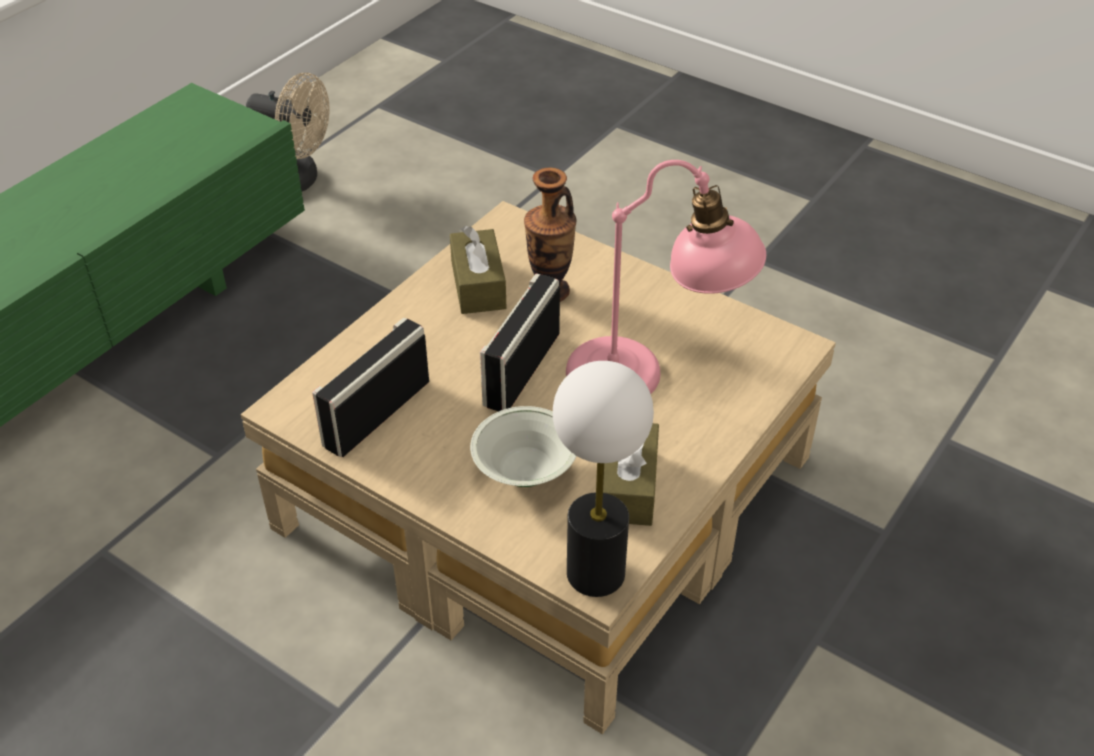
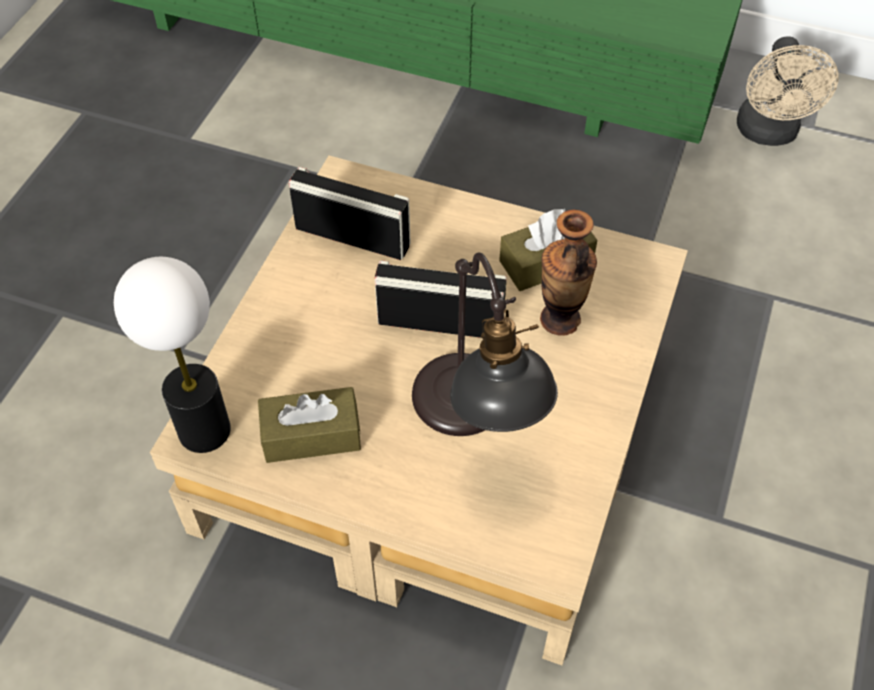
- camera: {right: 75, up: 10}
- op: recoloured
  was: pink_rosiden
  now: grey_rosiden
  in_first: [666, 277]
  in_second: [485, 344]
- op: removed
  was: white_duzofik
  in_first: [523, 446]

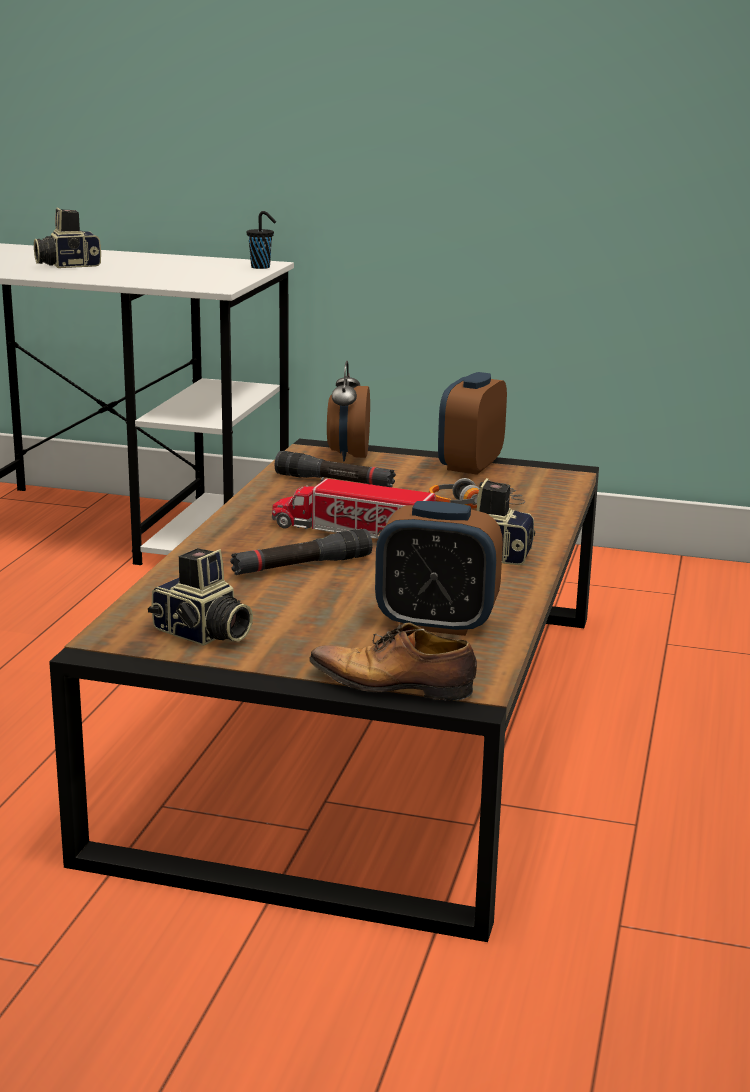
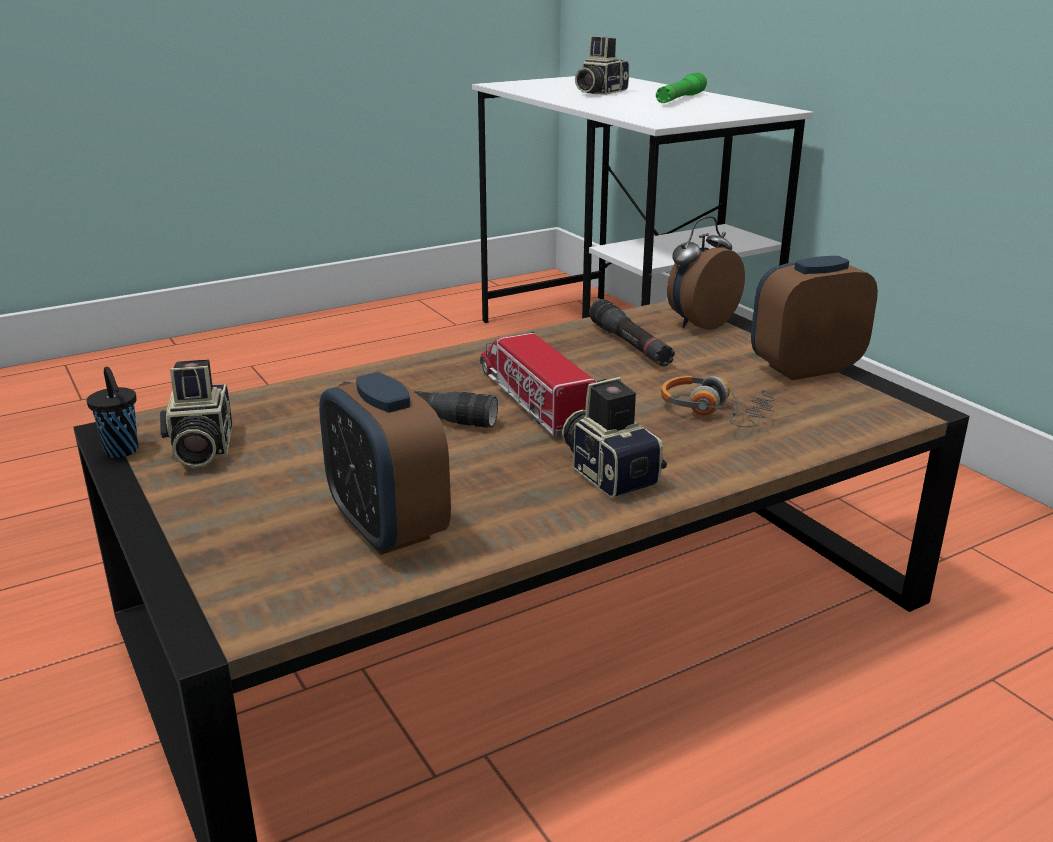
- camera: {right: 45, up: 5}
- op: moved
  was: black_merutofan
  in_first: [261, 240]
  in_second: [112, 412]
- op: turned
  was: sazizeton
  in_first: [67, 238]
  in_second: [602, 65]
  clockwise: -75
- op: added
  now: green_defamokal
  in_second: [681, 87]
- op: removed
  was: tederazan
  in_first: [393, 661]

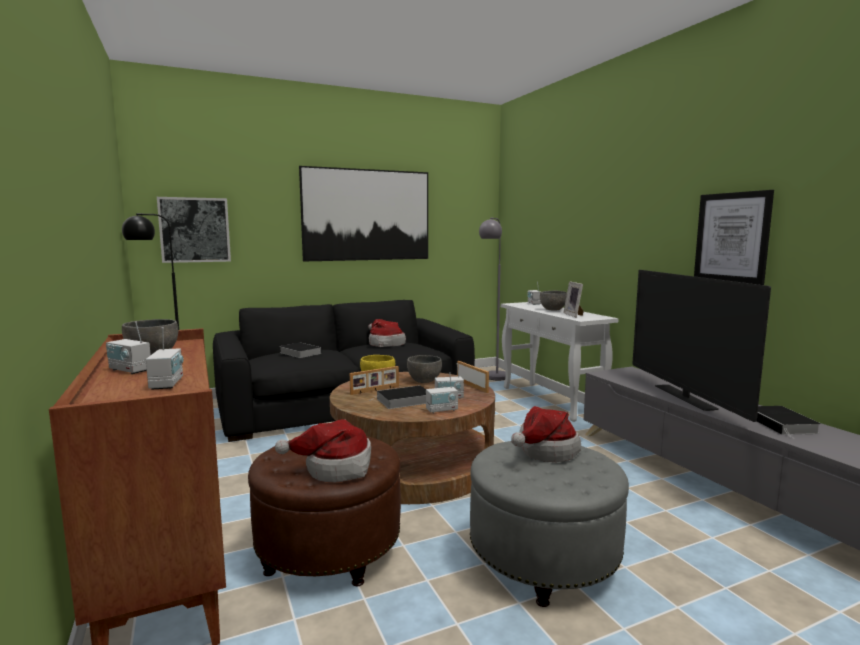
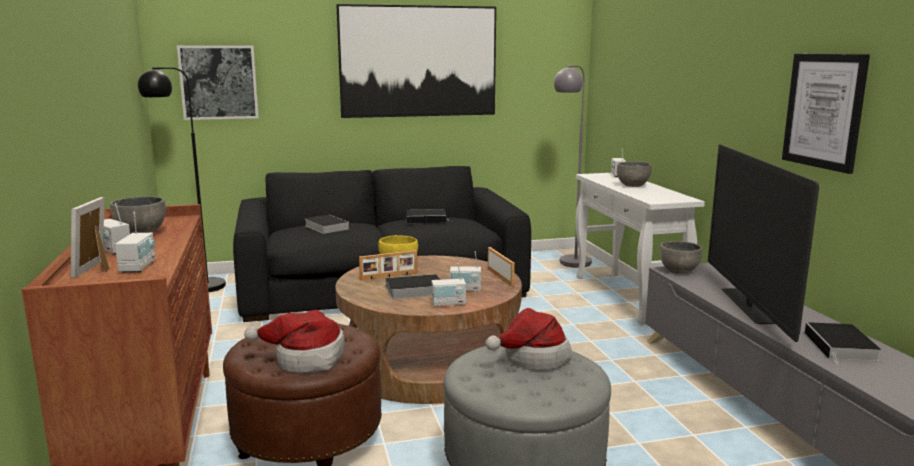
- camera: {right: 10, up: 5}
- op: moved
  was: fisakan
  in_first: [573, 299]
  in_second: [90, 237]
- op: replaced
  was: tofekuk
  now: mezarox
  in_first: [387, 333]
  in_second: [430, 216]
- op: moved
  was: grey_duzofik
  in_first: [424, 369]
  in_second: [681, 257]

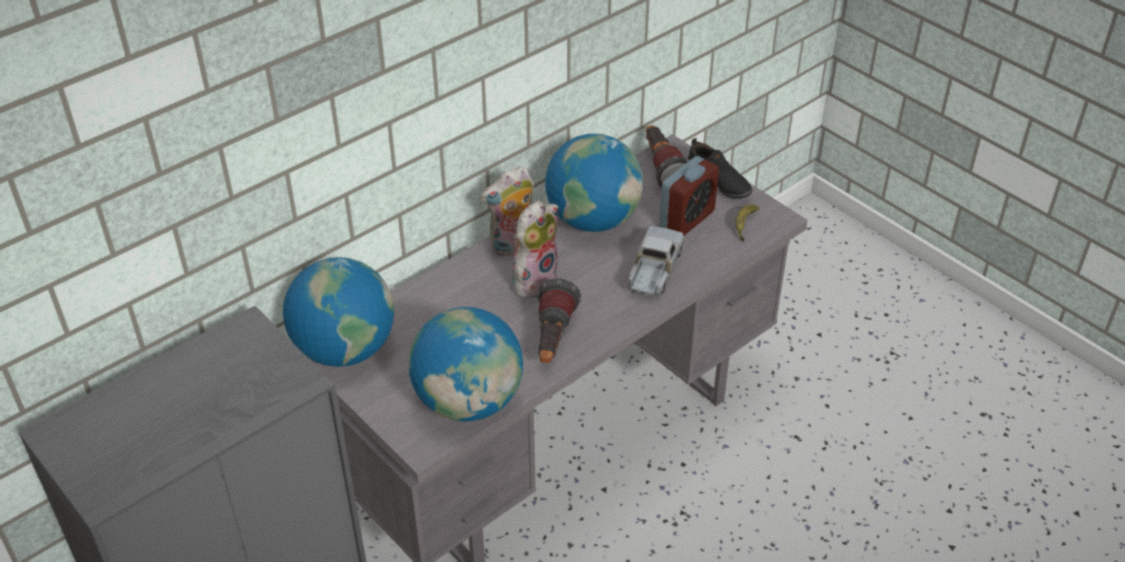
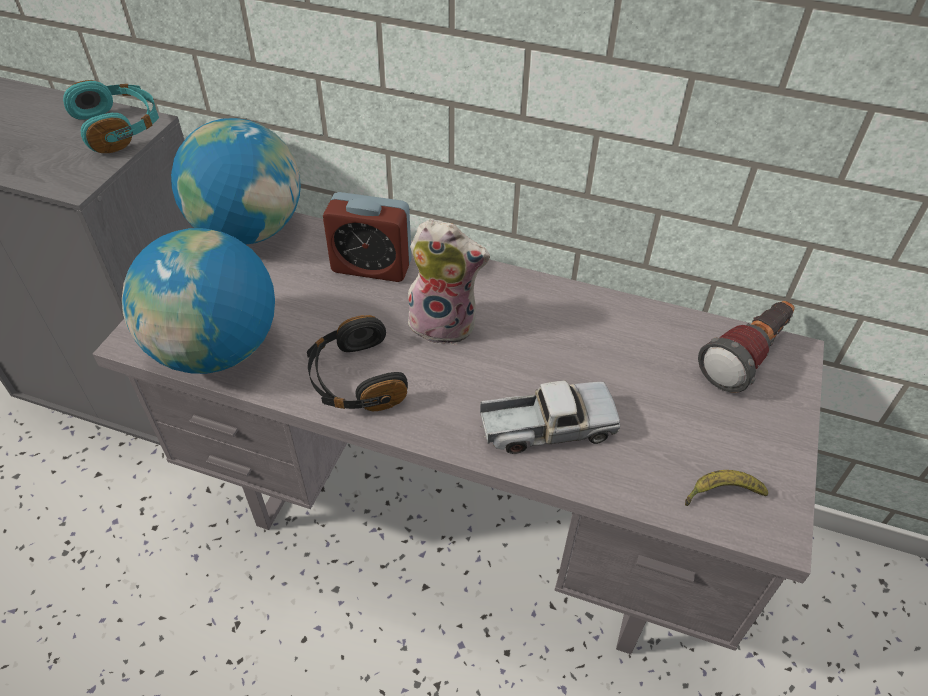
- camera: {right: 60, up: 5}
- op: added
  now: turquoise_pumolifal
  in_second: [111, 116]
- op: replaced
  was: defamokal
  now: black_pumolifal
  in_first: [559, 320]
  in_second: [357, 363]
- op: moved
  was: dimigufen
  in_first: [689, 196]
  in_second: [367, 237]
- op: removed
  was: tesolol
  in_first: [507, 212]
- op: removed
  was: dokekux
  in_first: [594, 183]
- op: removed
  was: black_tederazan
  in_first: [720, 168]

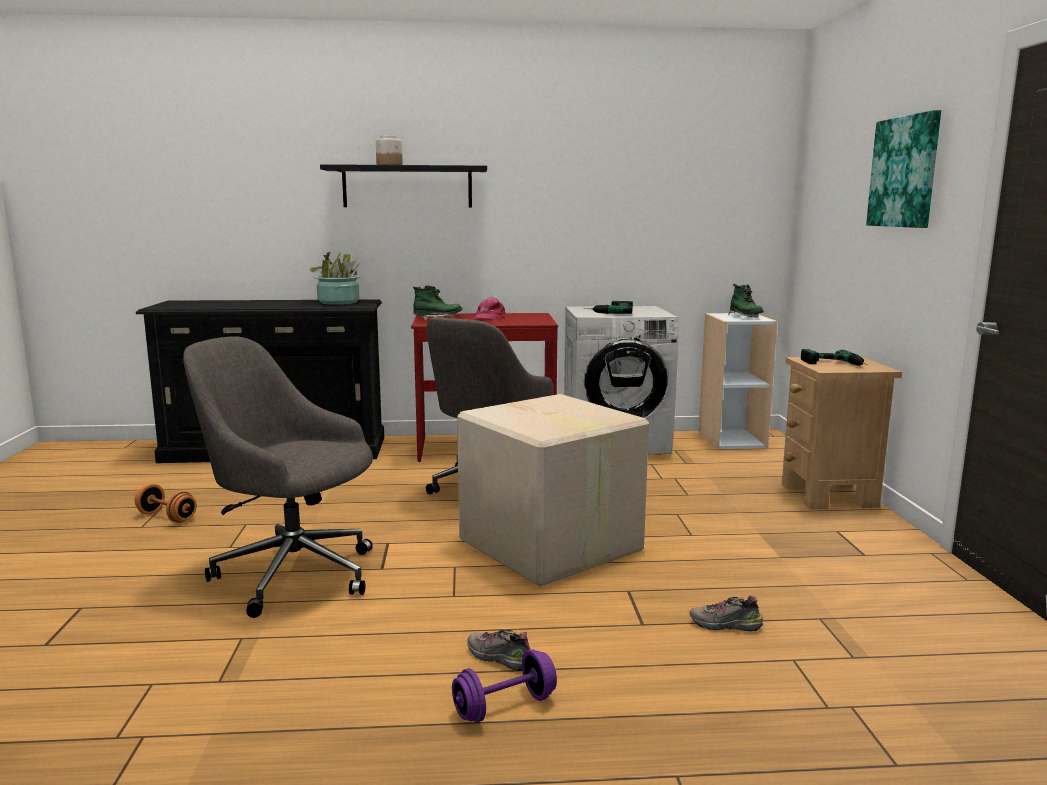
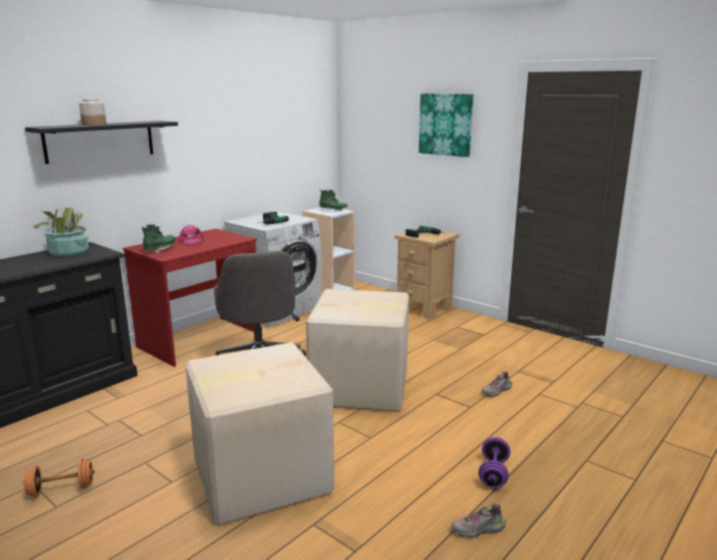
- camera: {right: -45, up: 5}
- op: replaced
  was: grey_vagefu
  now: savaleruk
  in_first: [278, 477]
  in_second: [259, 433]
- op: moved
  was: tederazan
  in_first: [498, 650]
  in_second: [479, 520]

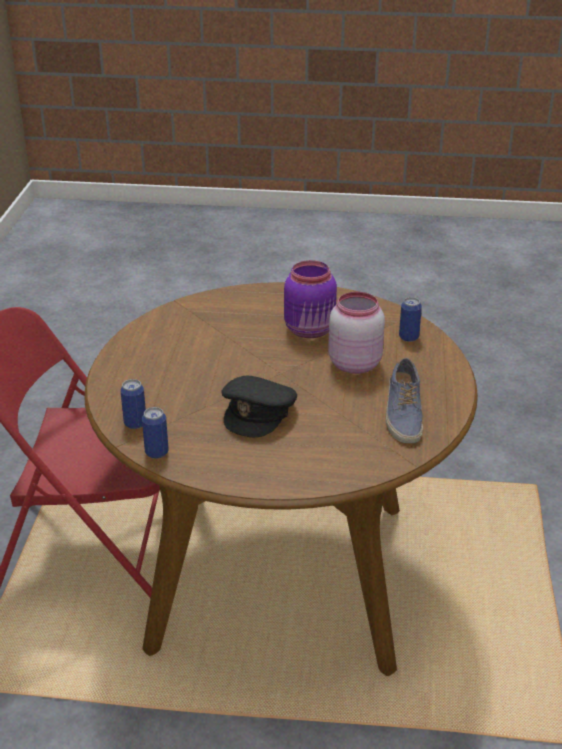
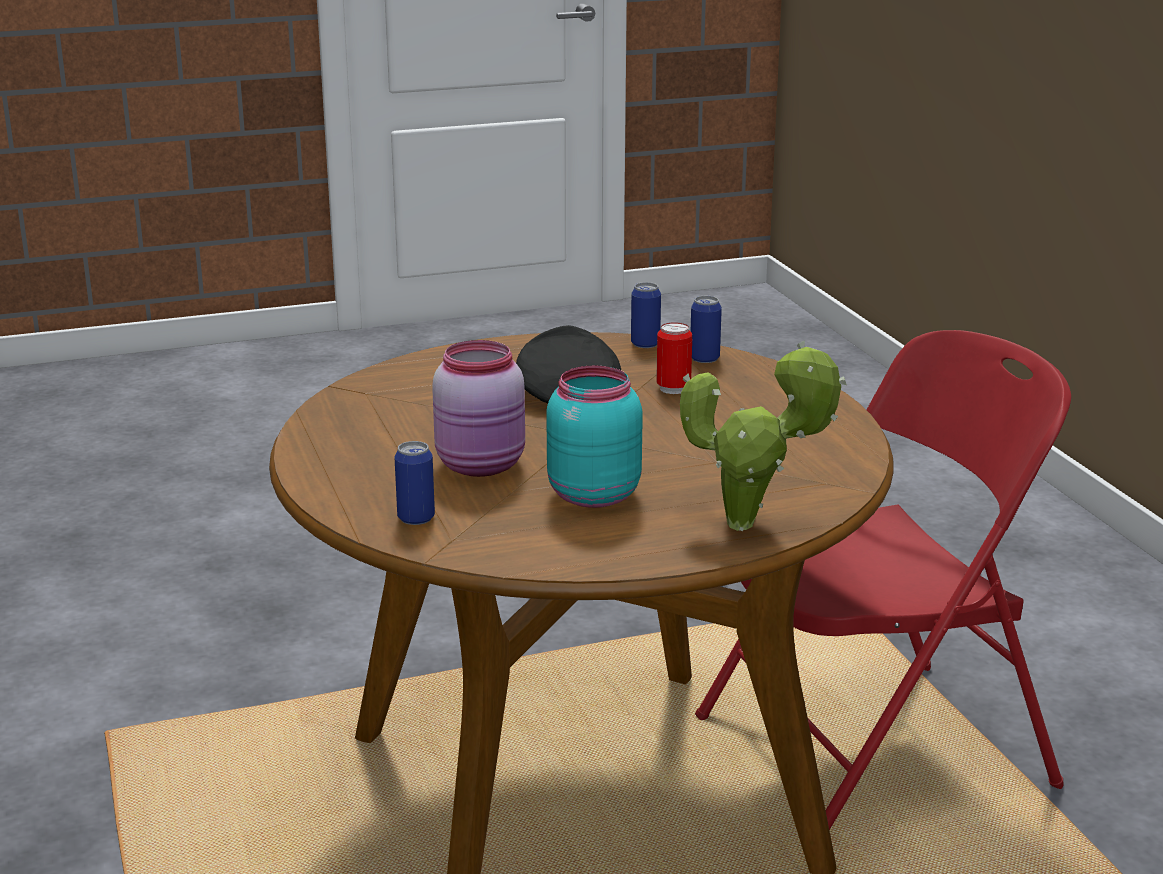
- camera: {right: 155, up: -10}
- op: recoloured
  was: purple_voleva
  now: turquoise_voleva
  in_first: [310, 299]
  in_second: [594, 437]
- op: added
  now: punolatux
  in_second: [674, 358]
- op: added
  now: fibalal
  in_second: [763, 436]
- op: removed
  was: tederazan
  in_first: [404, 400]

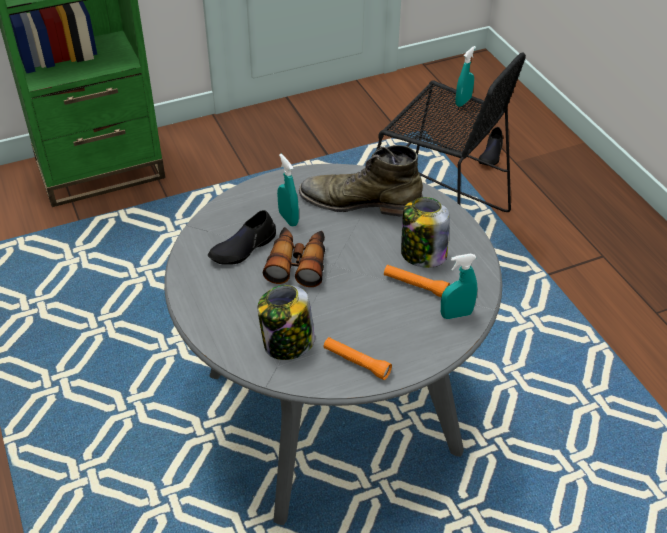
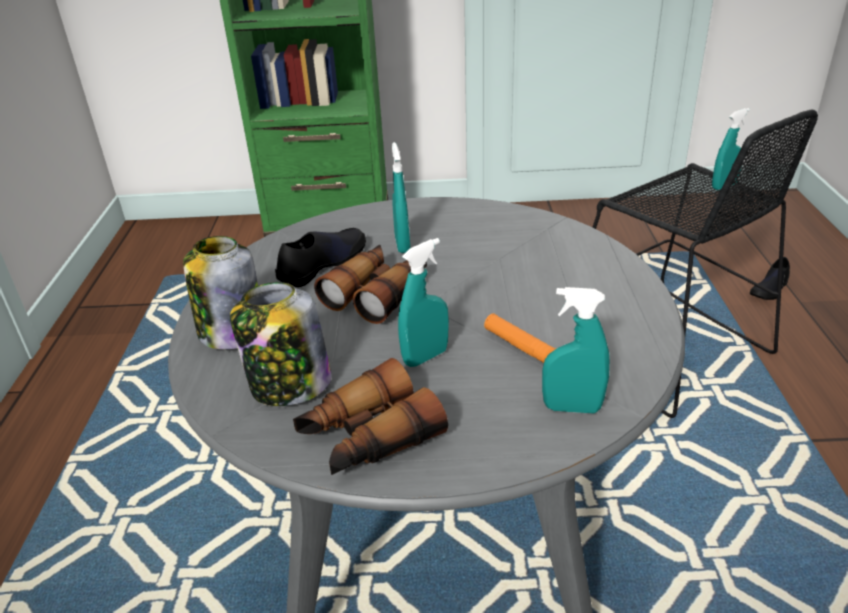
- camera: {right: 25, up: -10}
- op: moved
  was: voleva
  in_first: [425, 232]
  in_second: [220, 293]
- op: turned
  was: black_tederazan
  in_first: [242, 237]
  in_second: [320, 257]
  clockwise: 150
- op: replaced
  was: orange_defamokal
  now: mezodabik
  in_first: [358, 358]
  in_second: [370, 416]
- op: added
  now: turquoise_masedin
  in_second: [423, 302]
- op: removed
  was: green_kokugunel
  in_first: [361, 181]

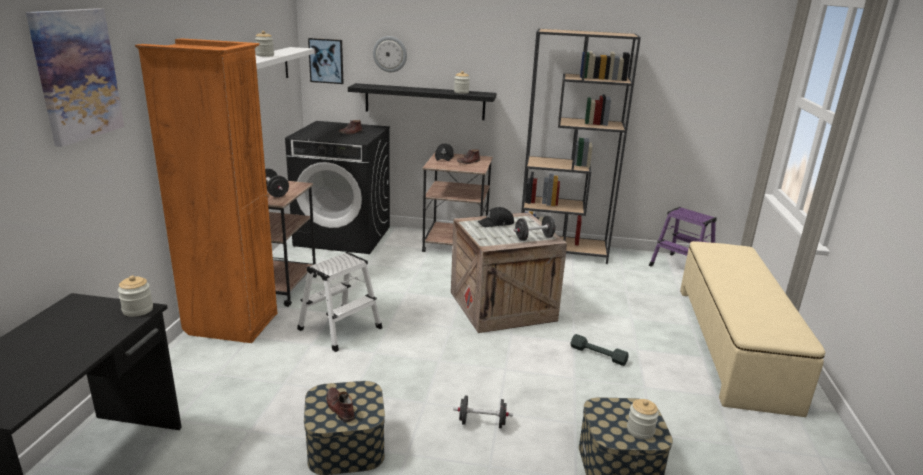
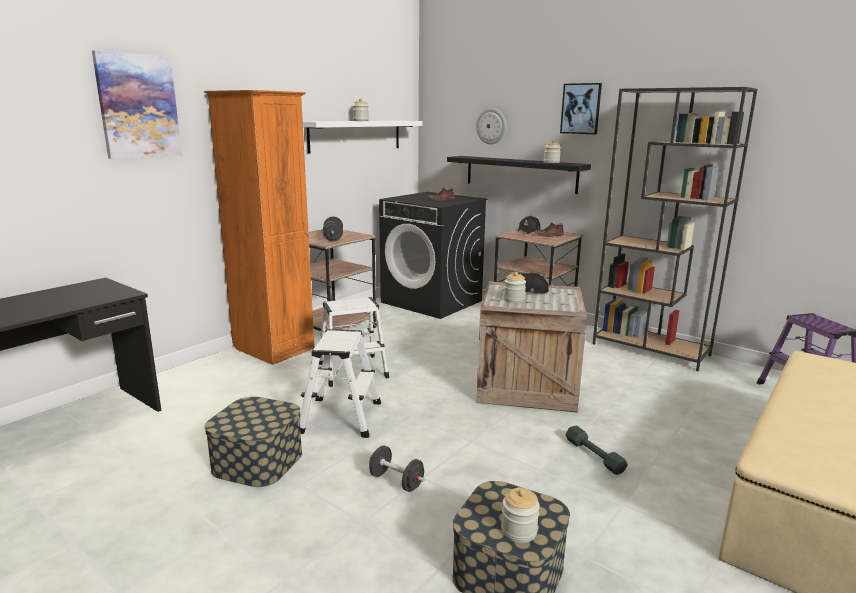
- camera: {right: 30, up: -5}
- op: added
  now: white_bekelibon
  in_second: [340, 383]
- op: moved
  was: voleva
  in_first: [135, 296]
  in_second: [515, 287]
- op: moved
  was: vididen
  in_first: [326, 61]
  in_second: [581, 108]
- op: removed
  was: brown_tederazan
  in_first: [341, 404]
- op: removed
  was: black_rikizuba
  in_first: [535, 228]

